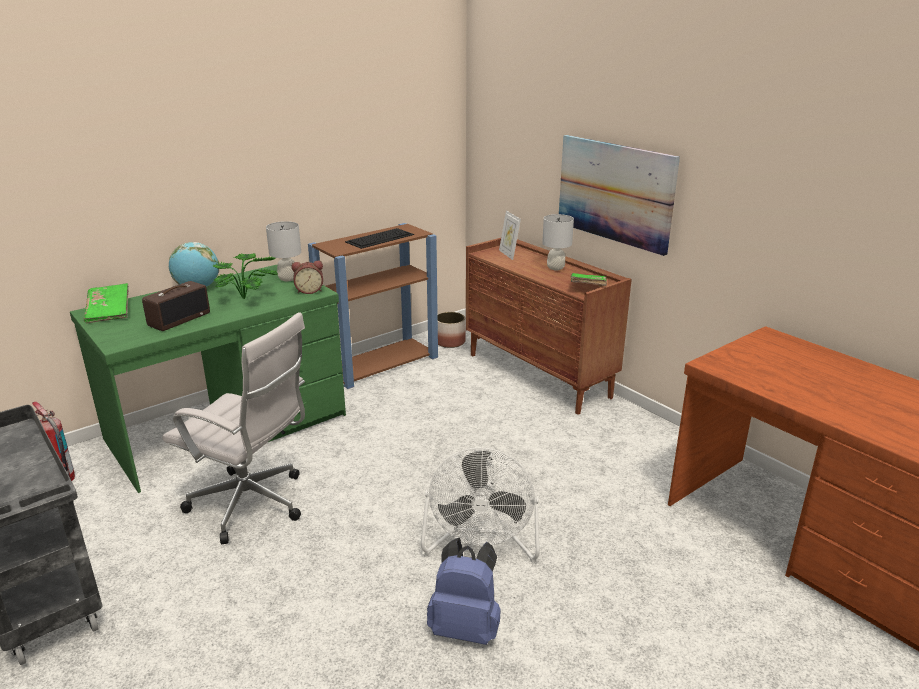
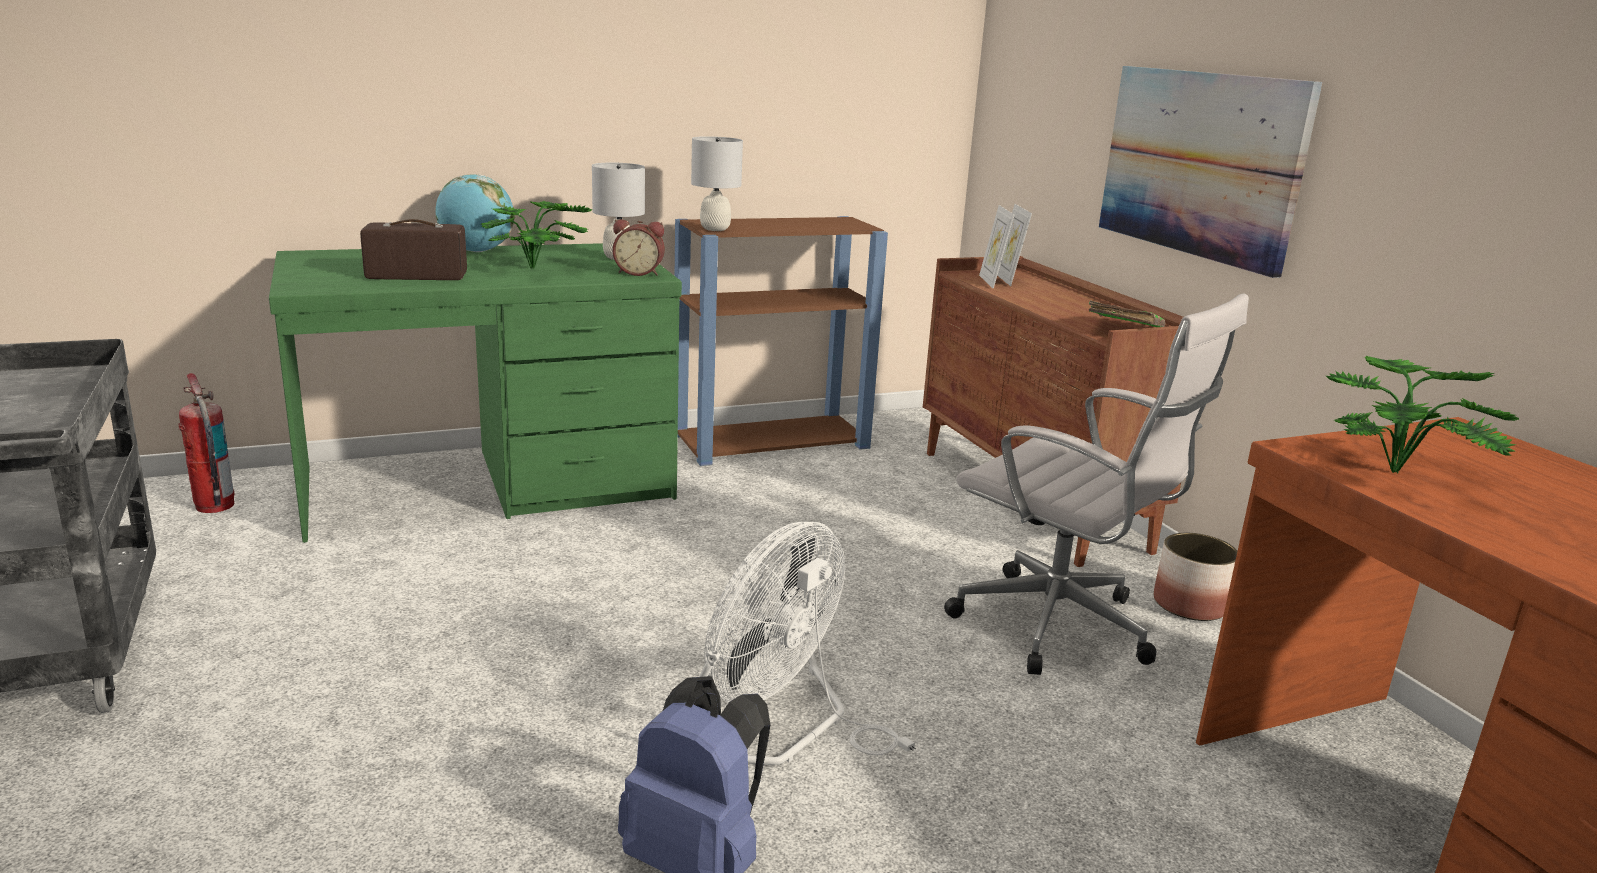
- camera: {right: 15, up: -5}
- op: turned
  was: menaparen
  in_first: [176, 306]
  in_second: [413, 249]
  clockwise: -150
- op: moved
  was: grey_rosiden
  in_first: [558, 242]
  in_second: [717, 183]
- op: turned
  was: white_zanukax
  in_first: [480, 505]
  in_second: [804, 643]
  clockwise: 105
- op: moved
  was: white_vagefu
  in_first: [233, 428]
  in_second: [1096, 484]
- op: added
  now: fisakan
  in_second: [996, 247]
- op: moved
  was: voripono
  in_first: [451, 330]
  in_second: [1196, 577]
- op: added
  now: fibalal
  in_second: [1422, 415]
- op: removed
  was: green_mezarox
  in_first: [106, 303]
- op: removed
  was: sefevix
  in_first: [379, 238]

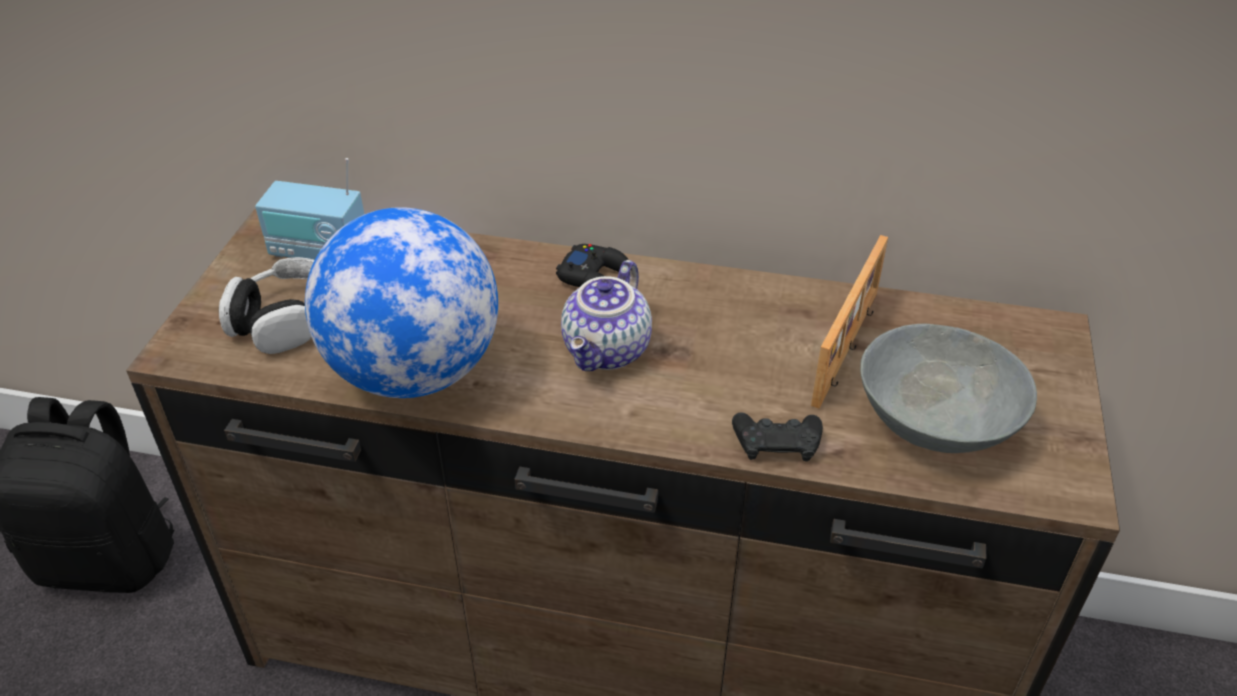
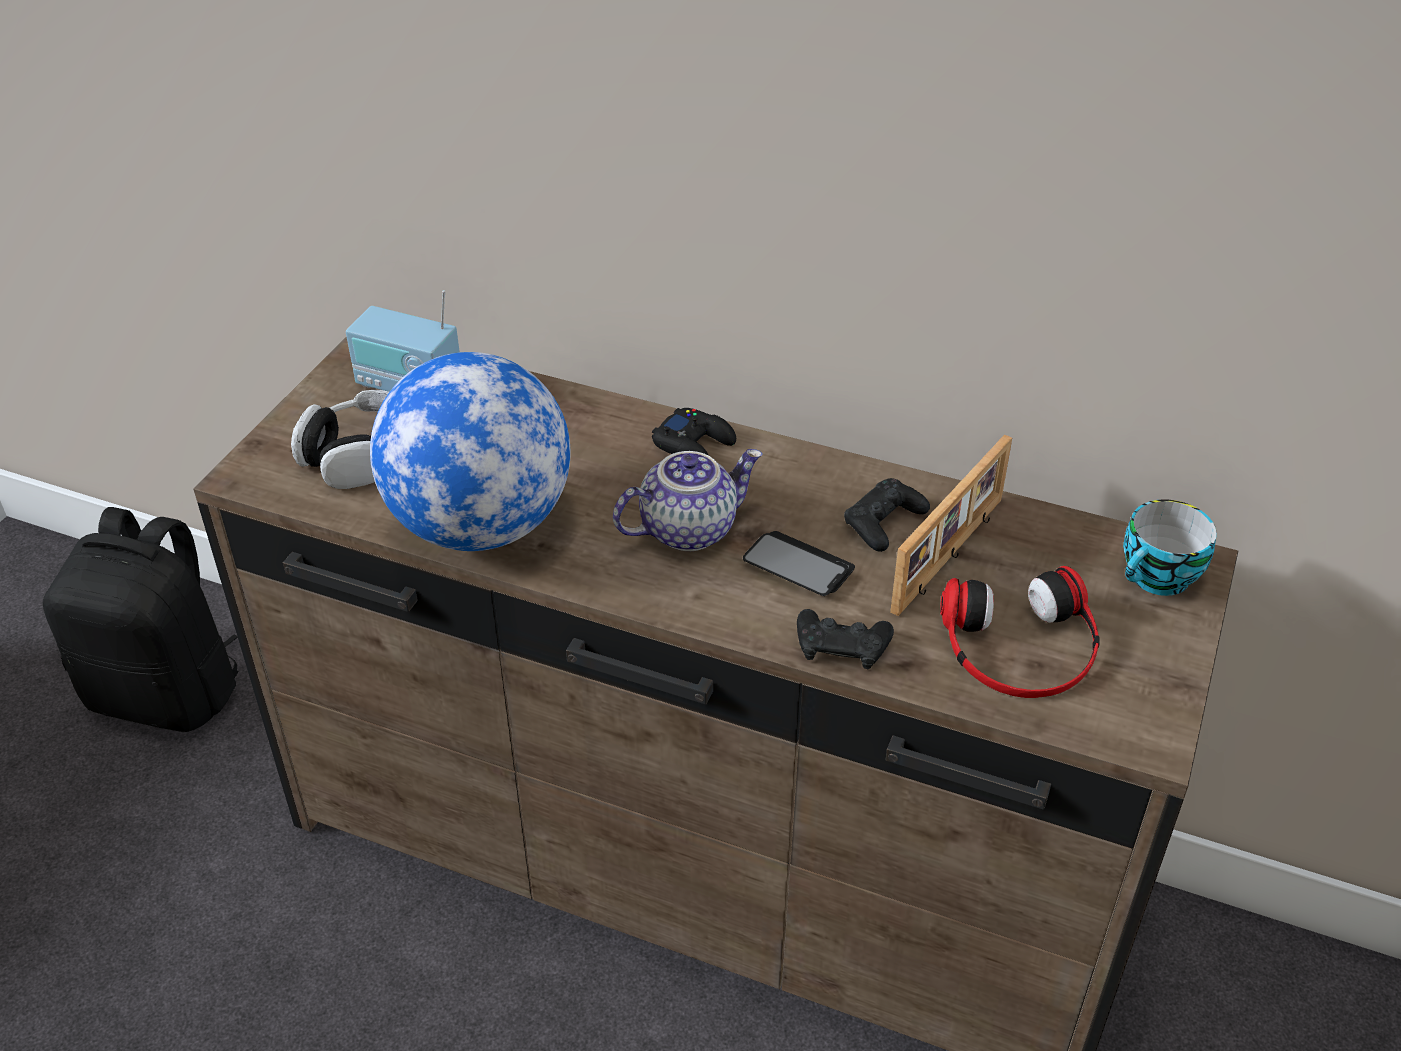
- camera: {right: 10, up: 0}
- op: turned
  was: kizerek
  in_first: [606, 315]
  in_second: [688, 500]
  clockwise: -150
- op: added
  now: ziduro
  in_second: [799, 563]
- op: added
  now: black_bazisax
  in_second: [887, 515]
- op: replaced
  was: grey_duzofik
  now: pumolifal
  in_first: [948, 388]
  in_second: [1020, 632]
- op: added
  now: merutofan
  in_second: [1170, 547]

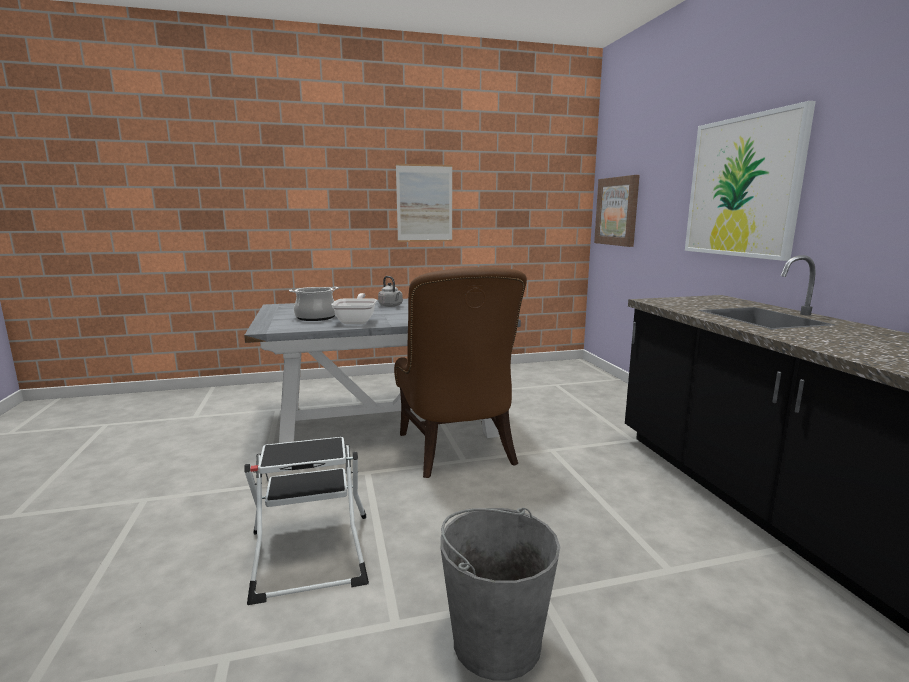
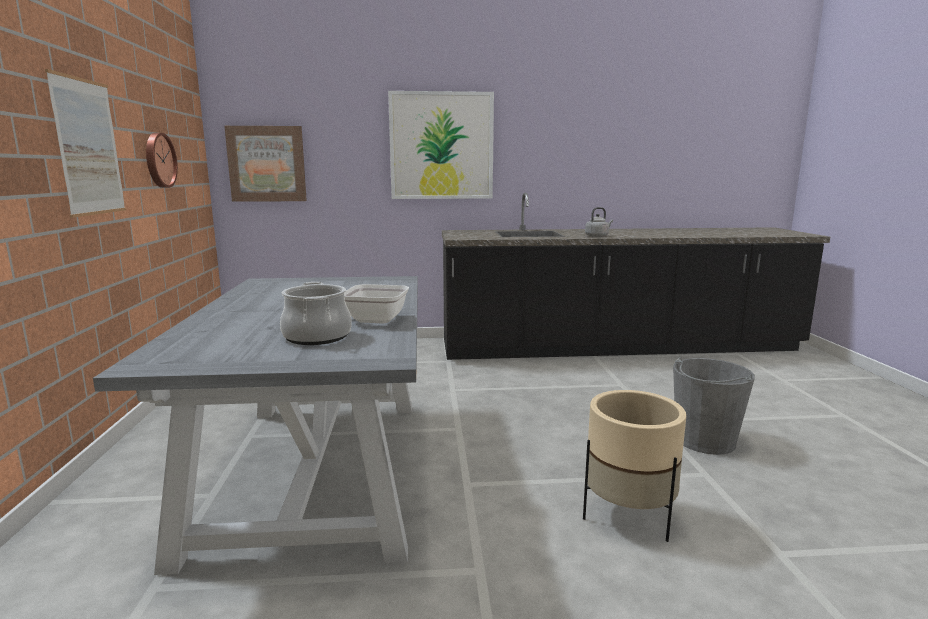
- camera: {right: -80, up: 0}
- op: added
  now: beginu
  in_second: [162, 160]
- op: replaced
  was: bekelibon
  now: beige_voripono
  in_first: [307, 521]
  in_second: [634, 466]
- op: moved
  was: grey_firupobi
  in_first: [390, 291]
  in_second: [599, 222]
- op: removed
  was: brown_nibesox
  in_first: [460, 372]

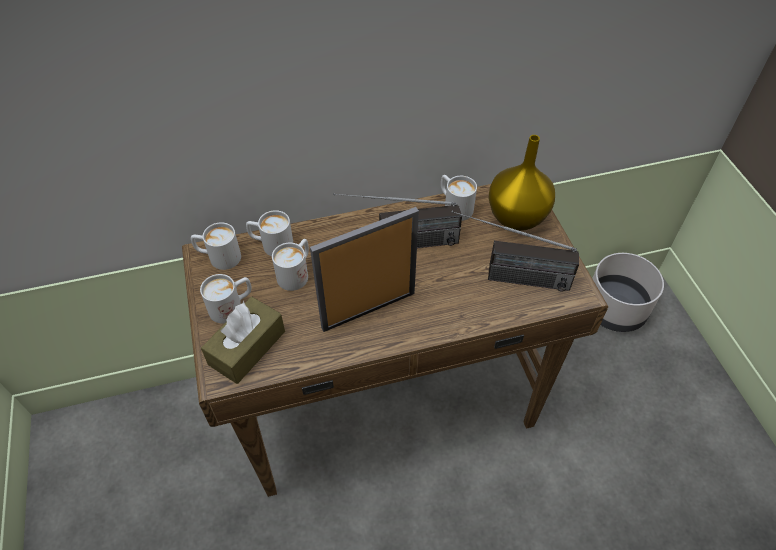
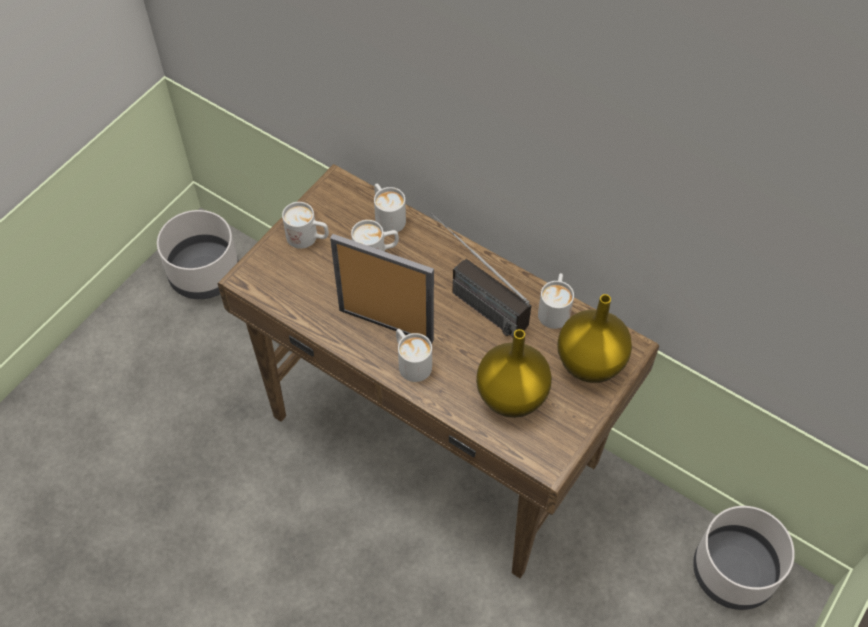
- camera: {right: 50, up: 5}
- op: added
  now: grey_voripono
  in_second: [198, 254]
- op: moved
  was: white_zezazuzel
  in_first: [216, 246]
  in_second: [414, 355]
- op: replaced
  was: menaparen
  now: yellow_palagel
  in_first: [515, 251]
  in_second: [514, 373]
- op: removed
  was: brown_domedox
  in_first: [243, 340]

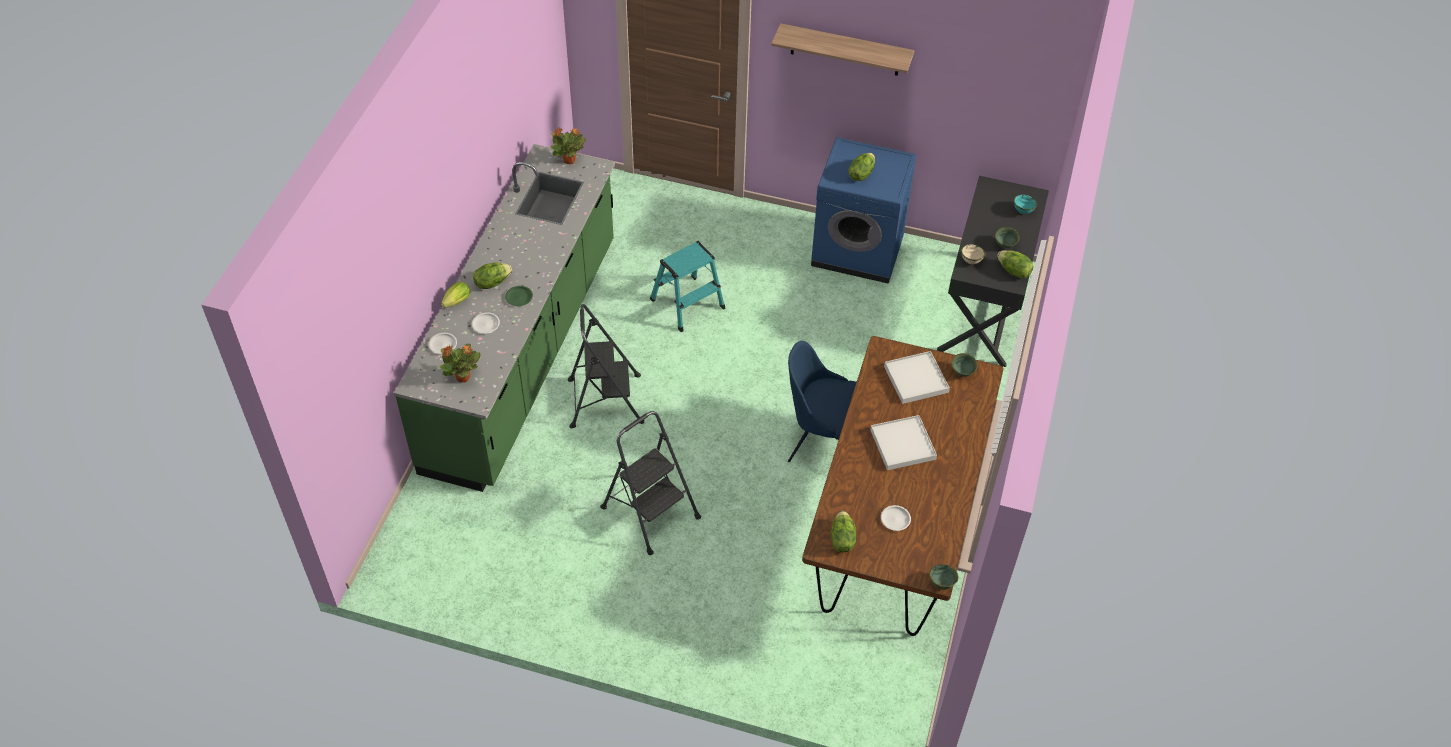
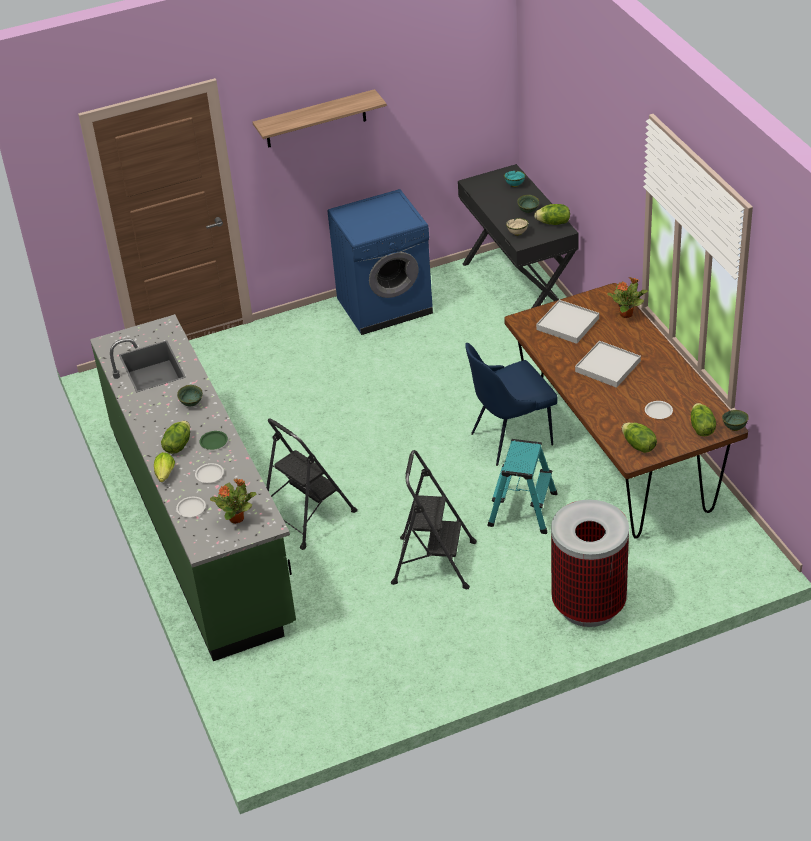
- camera: {right: -35, up: -10}
- op: moved
  was: green_duzofik
  in_first: [964, 365]
  in_second: [190, 395]
- op: moved
  was: turquoise_bekelibon
  in_first: [687, 286]
  in_second: [522, 486]
- op: added
  now: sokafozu
  in_second: [590, 563]
- op: moved
  was: fibalal
  in_first: [568, 146]
  in_second: [628, 297]
- op: moved
  was: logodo
  in_first: [861, 167]
  in_second: [703, 419]

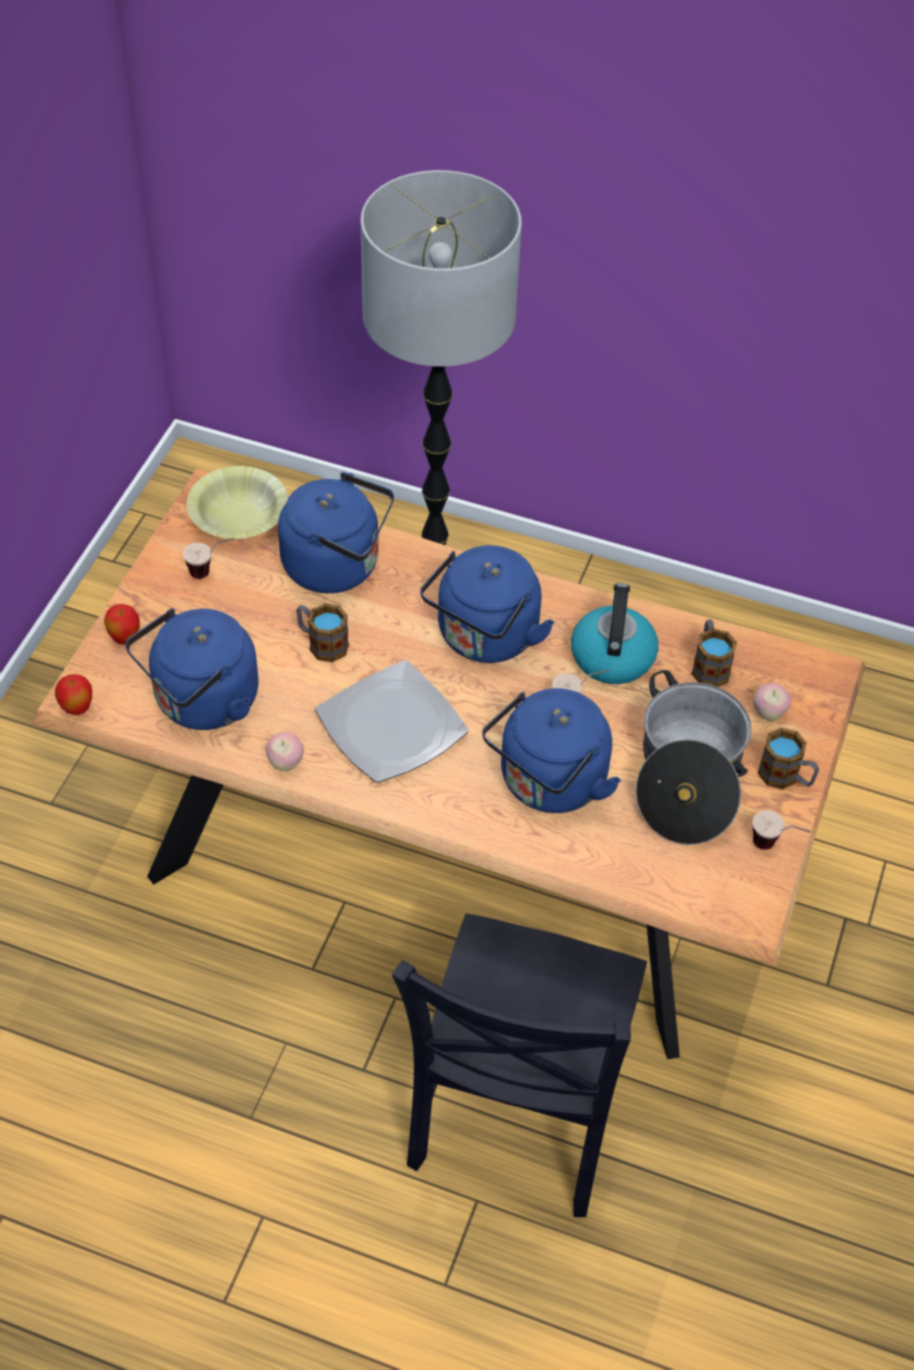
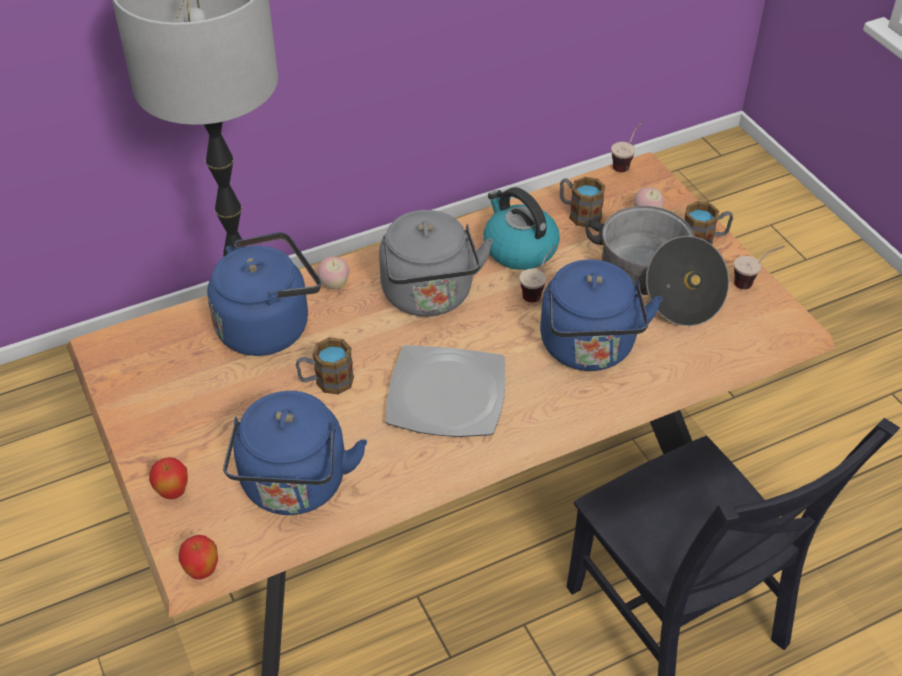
- camera: {right: -45, up: -5}
- op: moved
  was: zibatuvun
  in_first: [285, 751]
  in_second: [333, 272]
- op: recoloured
  was: blue_firupobi
  now: grey_firupobi
  in_first: [487, 604]
  in_second: [436, 263]
- op: moved
  was: merutofan
  in_first: [208, 558]
  in_second: [627, 146]
- op: removed
  was: yellow_duzofik
  in_first: [237, 502]

